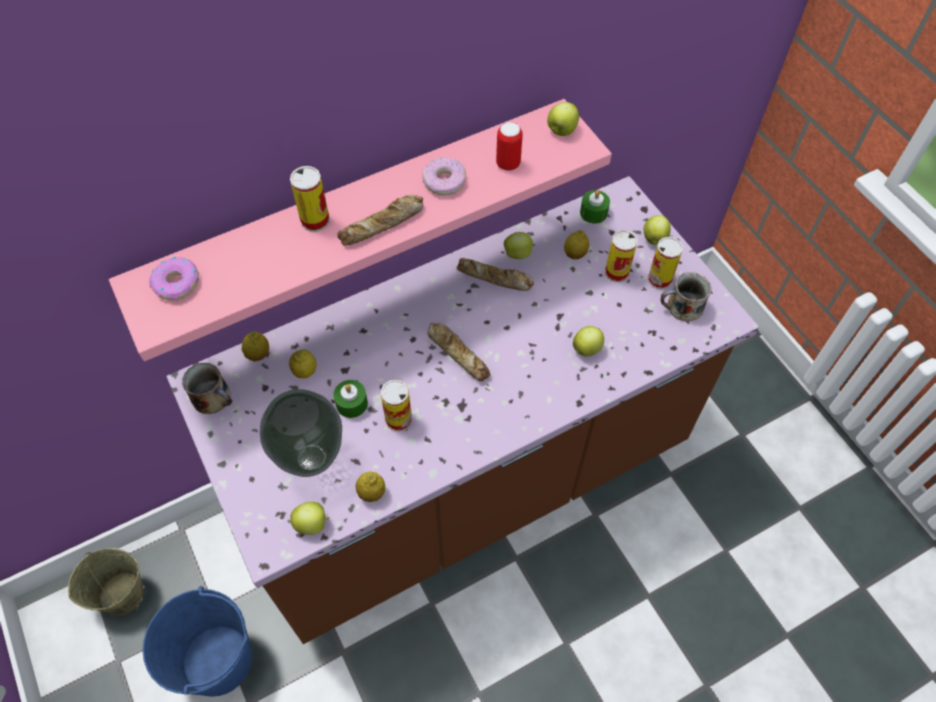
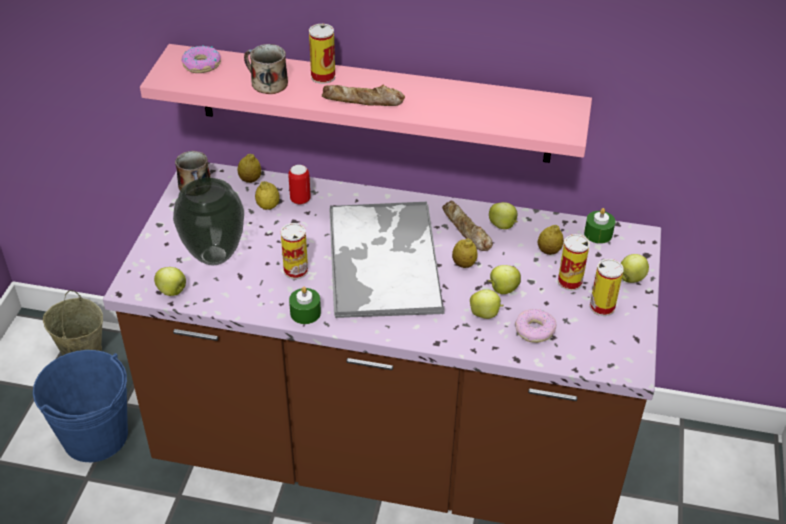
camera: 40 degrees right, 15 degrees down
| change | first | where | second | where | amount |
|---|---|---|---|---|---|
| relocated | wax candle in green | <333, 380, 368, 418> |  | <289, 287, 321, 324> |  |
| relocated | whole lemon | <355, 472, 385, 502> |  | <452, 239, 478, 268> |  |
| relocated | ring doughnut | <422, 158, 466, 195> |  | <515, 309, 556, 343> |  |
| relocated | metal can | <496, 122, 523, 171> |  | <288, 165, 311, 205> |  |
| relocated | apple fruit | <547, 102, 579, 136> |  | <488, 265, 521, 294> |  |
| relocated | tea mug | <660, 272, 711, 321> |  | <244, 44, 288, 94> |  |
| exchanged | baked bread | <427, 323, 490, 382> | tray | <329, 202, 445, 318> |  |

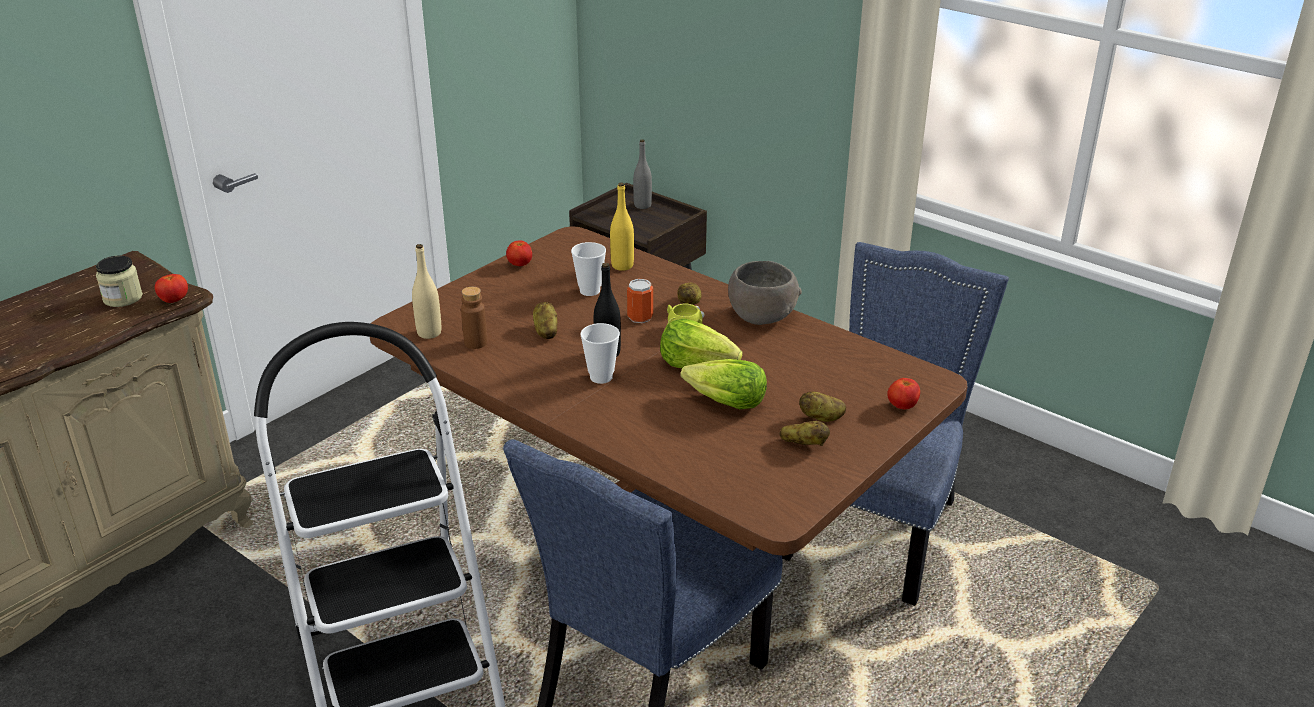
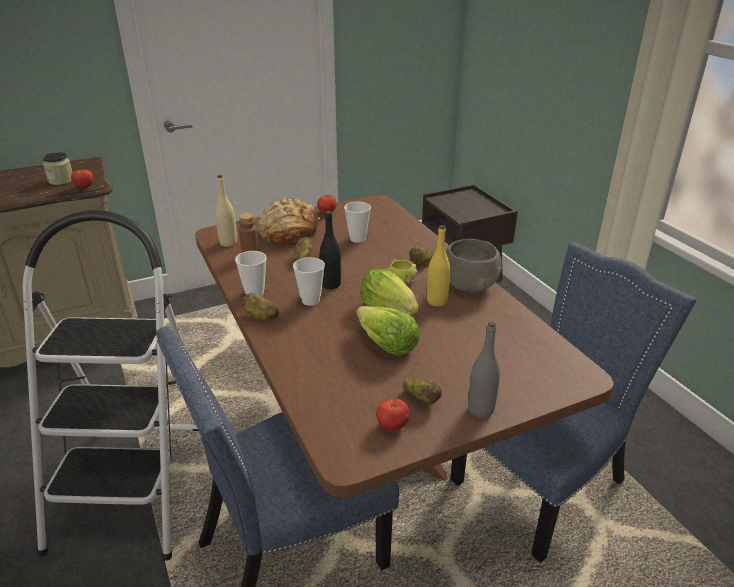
camera: 25 degrees right, 0 degrees up
| change | first | where | second | where | amount |
|---|---|---|---|---|---|
| missing | metal can | <627, 279, 653, 323> |  |  |  |
| appeared |  |  | drinking cup | <235, 251, 267, 296> |  |
| appeared |  |  | baked bread | <258, 198, 320, 245> |  |
| relocated | bottle in yellow-coloured | <610, 183, 634, 271> |  | <427, 225, 450, 306> |  |
| relocated | bottle in greyish | <633, 139, 652, 209> |  | <468, 321, 500, 418> |  |
| relocated | potato | <799, 392, 846, 422> |  | <241, 293, 279, 320> |  |
| relocated | whole tomato | <887, 378, 920, 409> |  | <376, 399, 410, 431> |  |

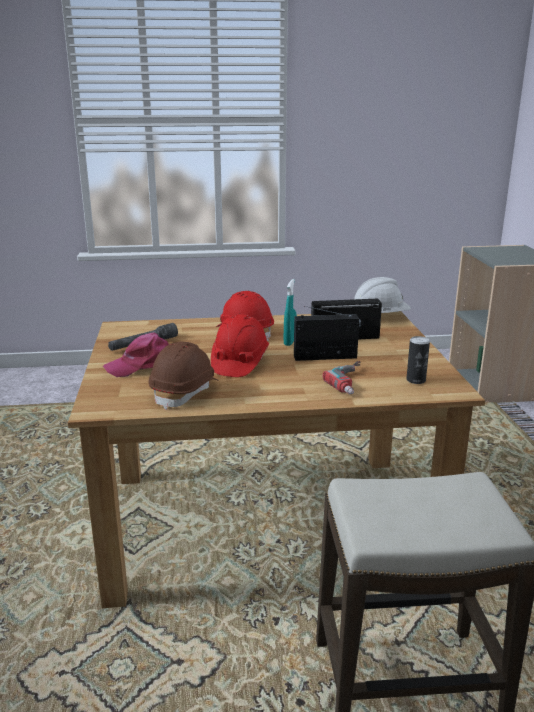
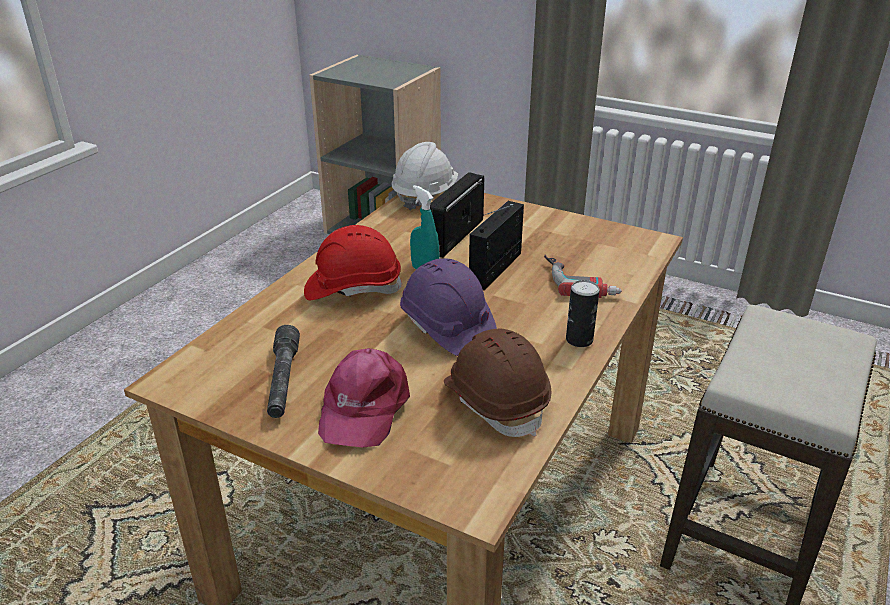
camera: 55 degrees left, 10 degrees up
| change | first | where | second | where | amount |
|---|---|---|---|---|---|
| relocated | metal can | <406, 336, 430, 384> |  | <566, 280, 600, 347> |  |
| colour | hard hat in reddish | <211, 314, 269, 377> | hard hat in purplish | <400, 258, 497, 356> |  |

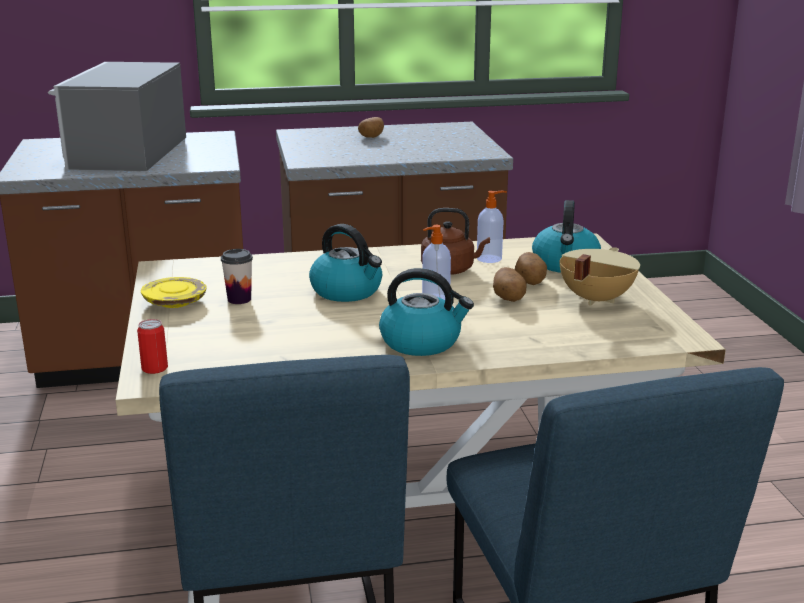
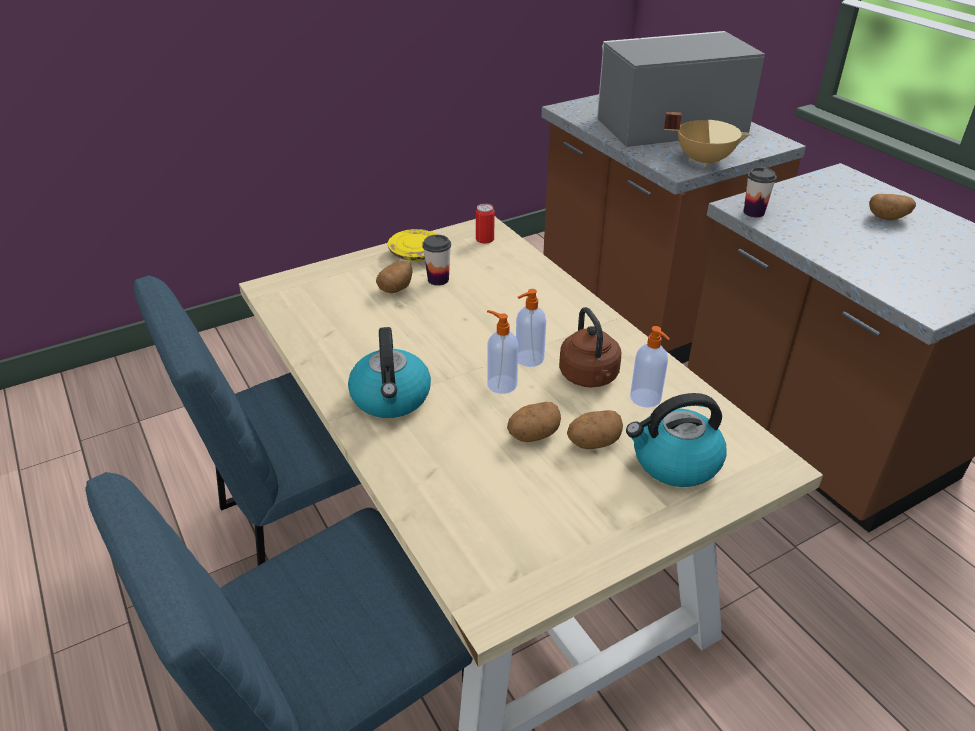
camera: 70 degrees right, 15 degrees up
| change | first | where | second | where | amount |
|---|---|---|---|---|---|
| missing | tea kettle | <309, 224, 382, 302> |  |  |  |
| appeared |  |  | potato | <376, 261, 412, 293> |  |
| appeared |  |  | soap dispenser | <516, 289, 546, 367> |  |
| appeared |  |  | drinking cup | <744, 167, 777, 217> |  |
| relocated | metal can | <137, 319, 168, 374> |  | <476, 204, 494, 244> |  |
| relocated | stockpot in sand-coloured | <559, 247, 640, 306> |  | <664, 112, 750, 167> |  |

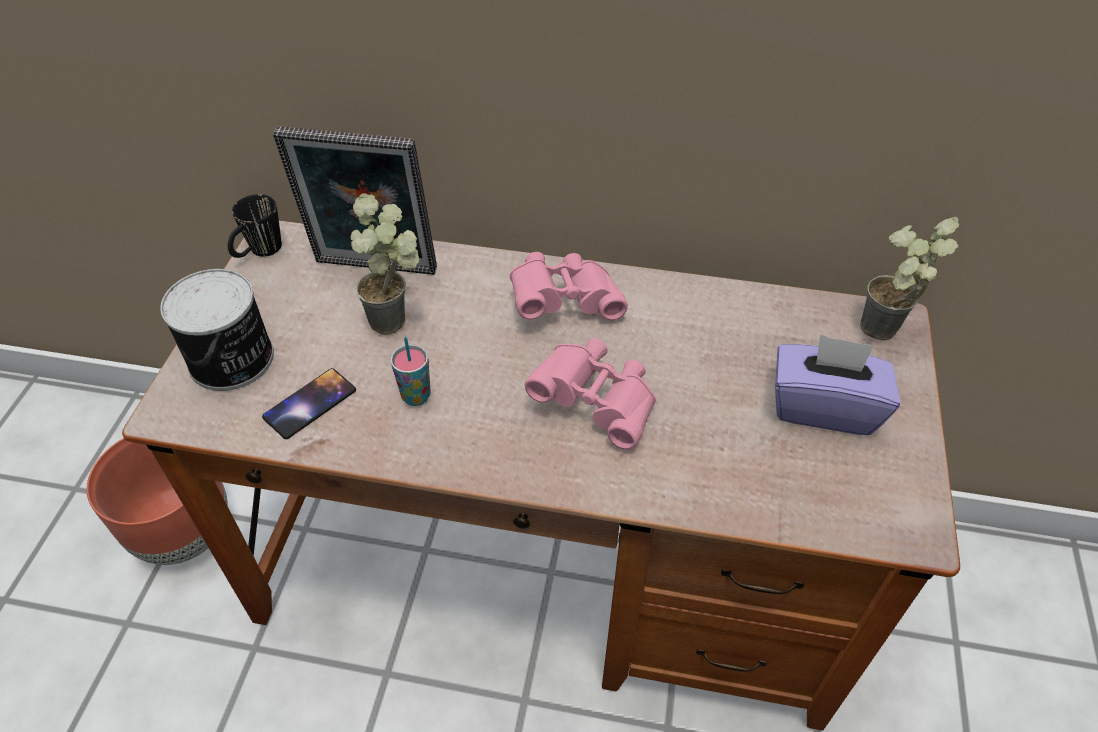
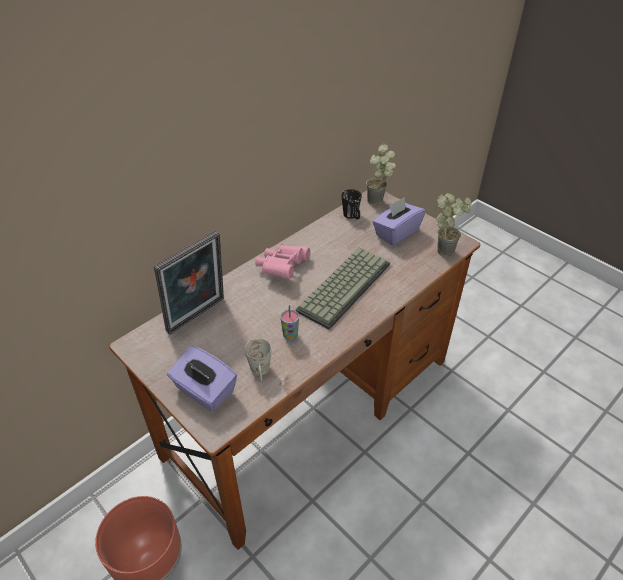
camera: 55 degrees left, 5 degrees down
| change | first | where | second | where | amount |
|---|---|---|---|---|---|
| relocated | tea mug in black-coloured | <228, 194, 282, 258> |  | <342, 189, 362, 219> |  |
| relocated | houseplant | <351, 193, 420, 335> |  | <436, 193, 472, 257> |  |
| exchanged | metal can | <160, 269, 274, 391> | box of tissues in purplish | <167, 346, 237, 412> |  |
| exchanged | handset | <262, 368, 356, 439> | tea mug in whitish | <245, 338, 272, 382> |  |
| exchanged | field glasses in pink | <525, 339, 656, 449> | computer keyboard | <296, 248, 390, 330> |  |

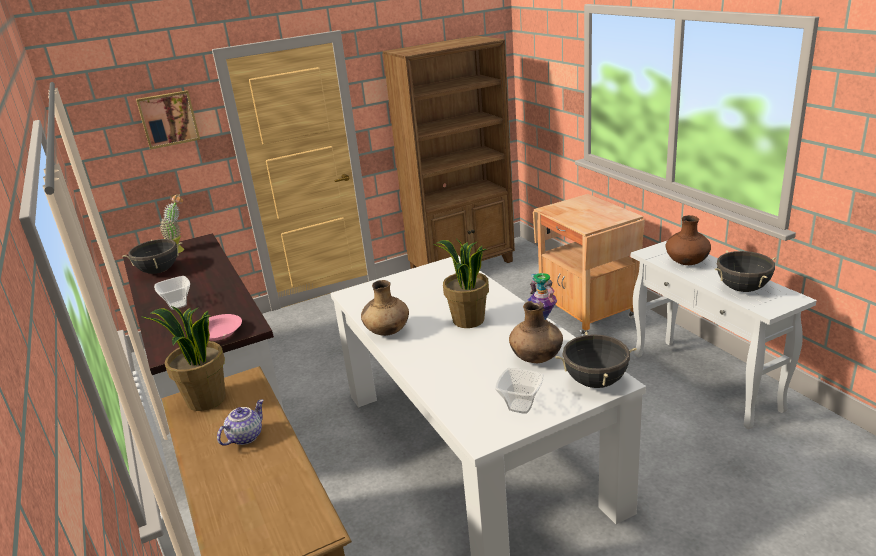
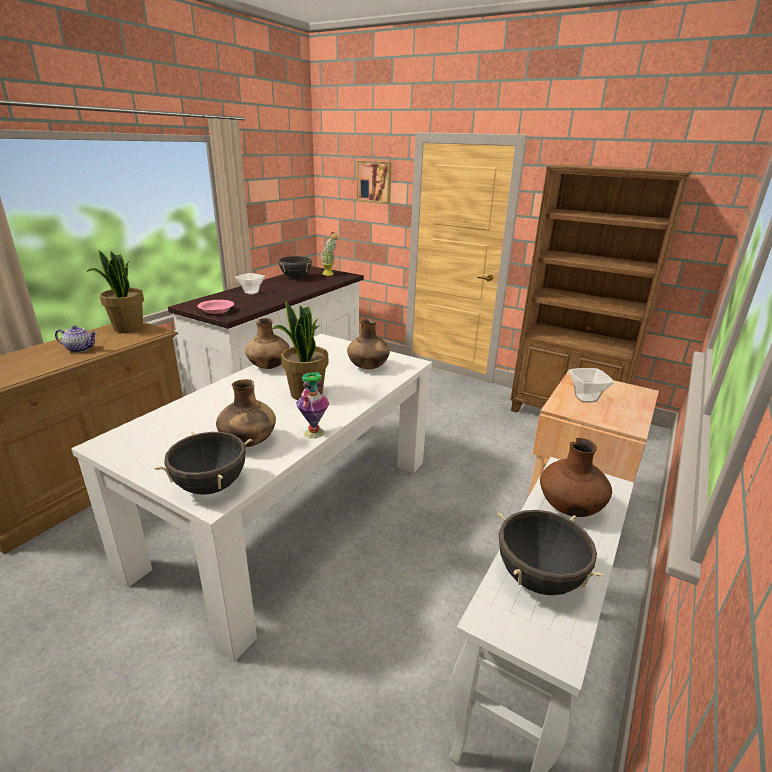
camera: 55 degrees right, 0 degrees up
| change | first | where | second | where | amount |
|---|---|---|---|---|---|
| appeared |  |  | vase in brown-coloured | <347, 319, 390, 370> |  |
| relocated | serving bowl | <495, 368, 543, 414> |  | <569, 368, 614, 403> |  |

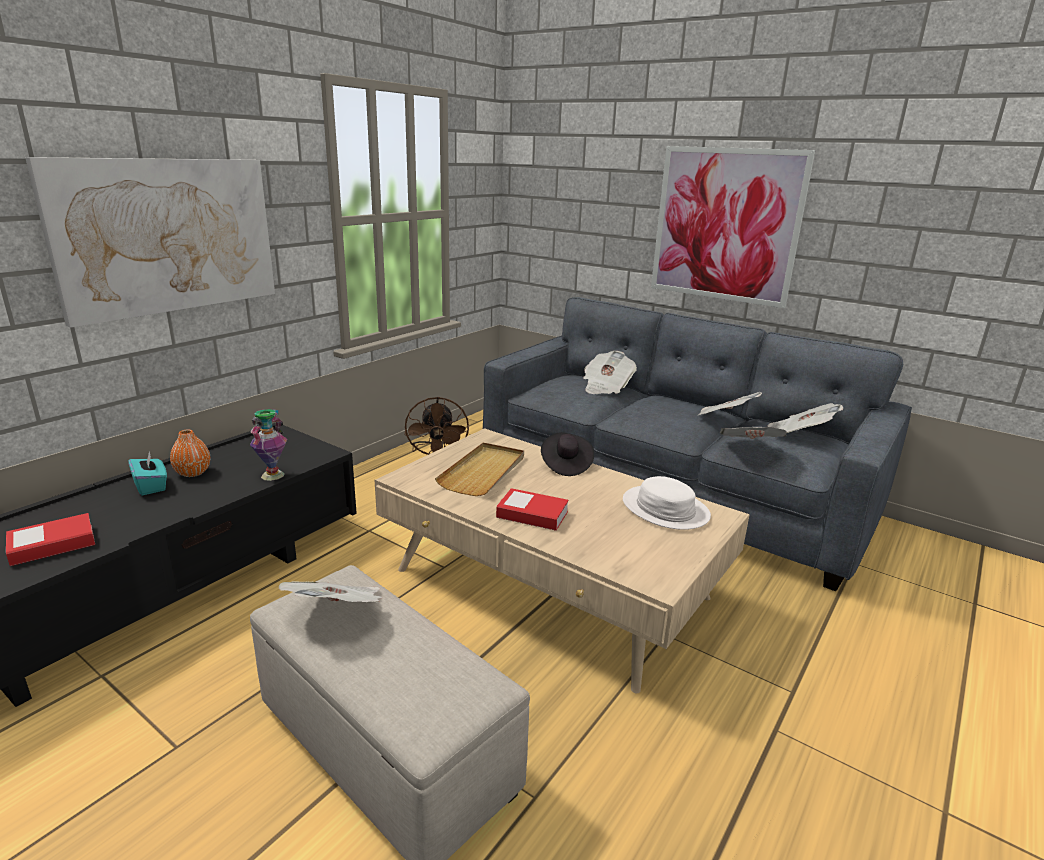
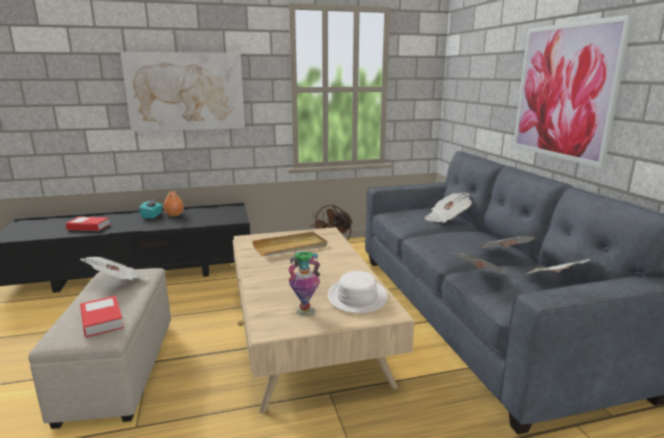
camera: 40 degrees right, 5 degrees down
| change | first | where | second | where | amount |
|---|---|---|---|---|---|
| missing | hat in black-coloured | <541, 432, 594, 476> |  |  |  |
| relocated | vase | <250, 409, 287, 481> |  | <288, 251, 320, 316> |  |
| relocated | book | <496, 488, 569, 531> |  | <80, 296, 124, 337> |  |

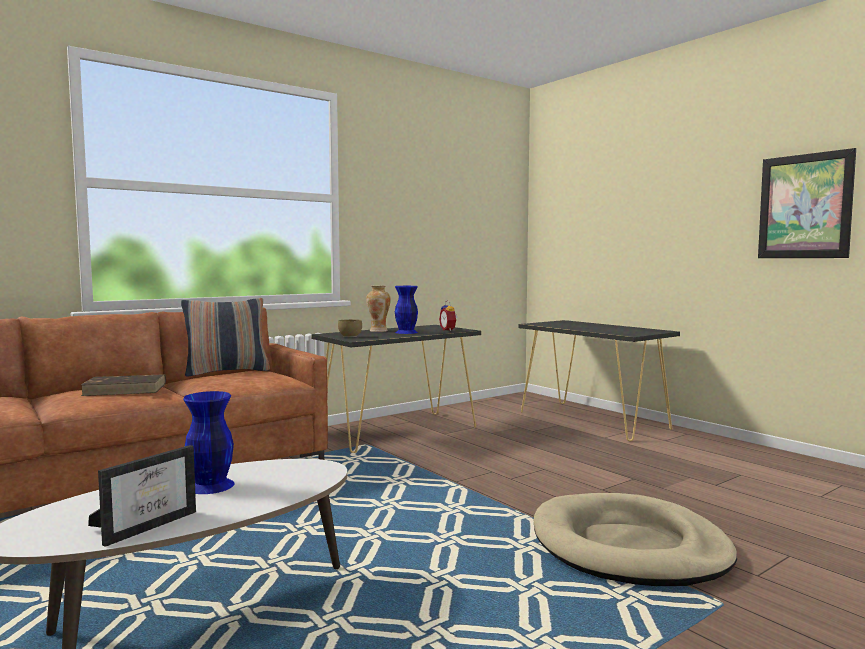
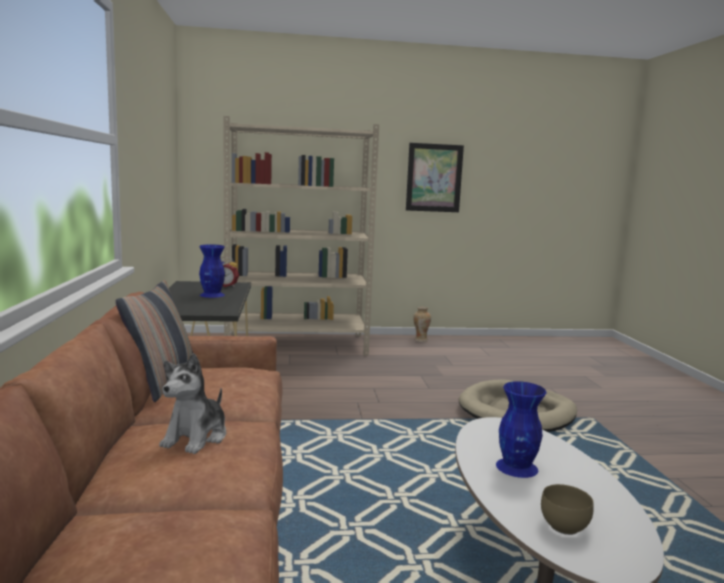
camera: 60 degrees left, 5 degrees up
| change | first | where | second | where | amount |
|---|---|---|---|---|---|
| missing | photo frame | <88, 445, 196, 547> |  |  |  |
| relocated | serving bowl in brown-coloured | <338, 319, 362, 337> |  | <541, 484, 594, 535> |  |
| relocated | vase | <366, 286, 391, 332> |  | <413, 307, 431, 342> |  |
| exchanged | book in brown-coloured | <81, 374, 166, 396> | cuddly toy | <159, 353, 226, 454> |  |
| exchanged | console table in black-coloured | <518, 320, 680, 441> | bookshelf in sand-coloured | <224, 116, 379, 355> |  |

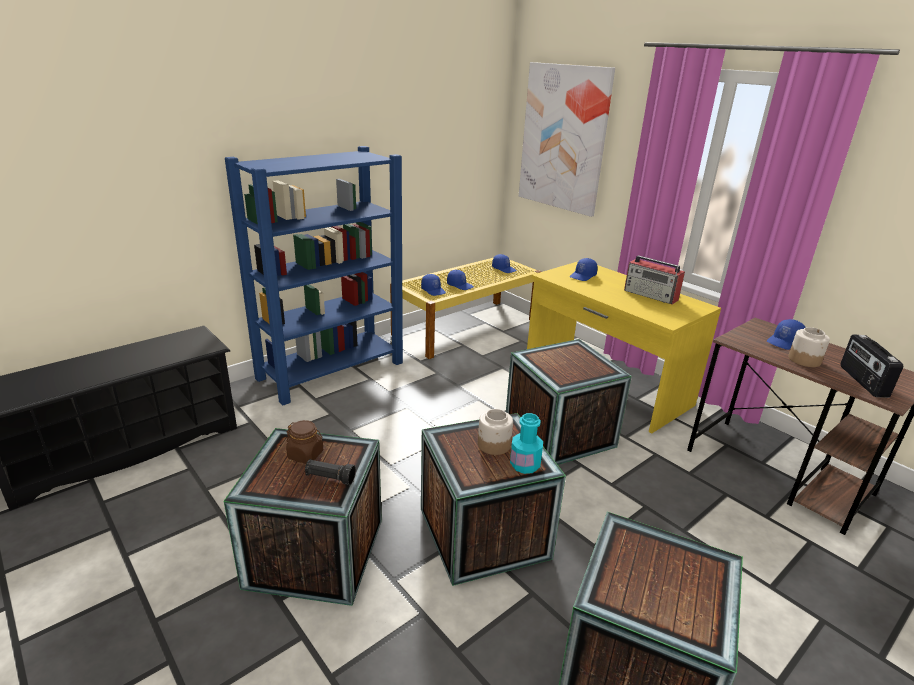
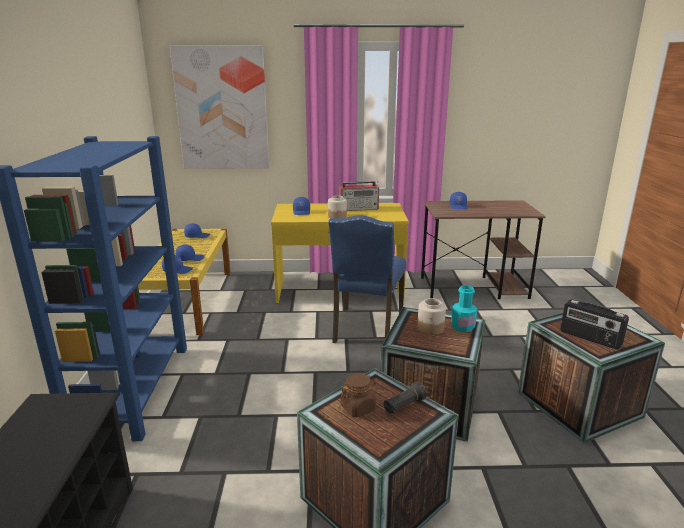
camera: 50 degrees left, 5 degrees down
| change | first | where | second | where | amount |
|---|---|---|---|---|---|
| relocated | jar | <788, 327, 830, 367> |  | <328, 195, 347, 218> |  |
| relocated | radio | <840, 334, 903, 398> |  | <560, 299, 629, 350> |  |
| exchanged | crate | <506, 339, 632, 465> | chair in bluish | <328, 215, 406, 343> |  |

